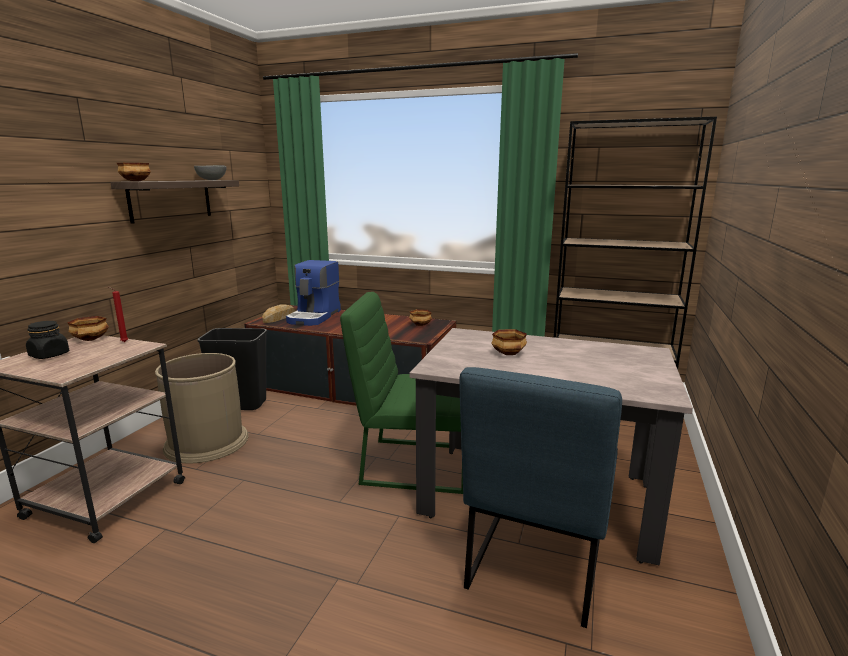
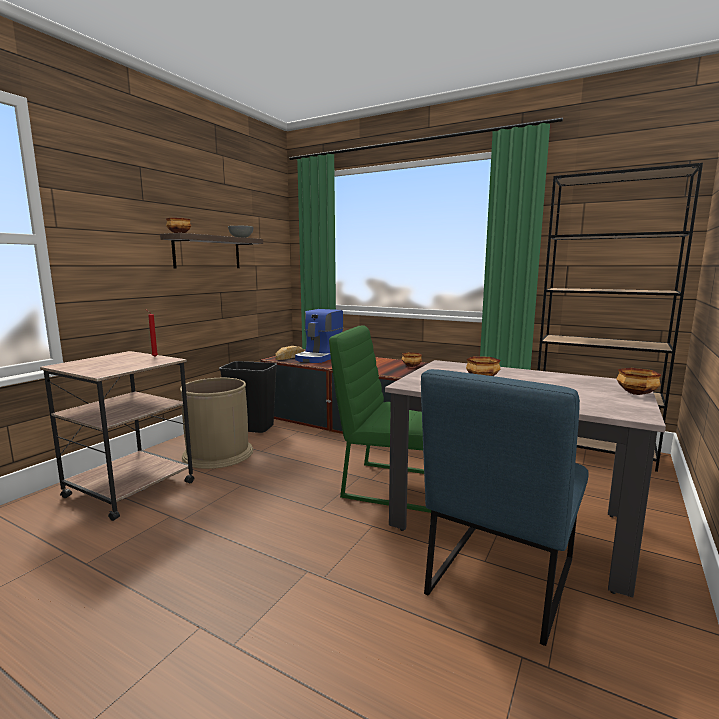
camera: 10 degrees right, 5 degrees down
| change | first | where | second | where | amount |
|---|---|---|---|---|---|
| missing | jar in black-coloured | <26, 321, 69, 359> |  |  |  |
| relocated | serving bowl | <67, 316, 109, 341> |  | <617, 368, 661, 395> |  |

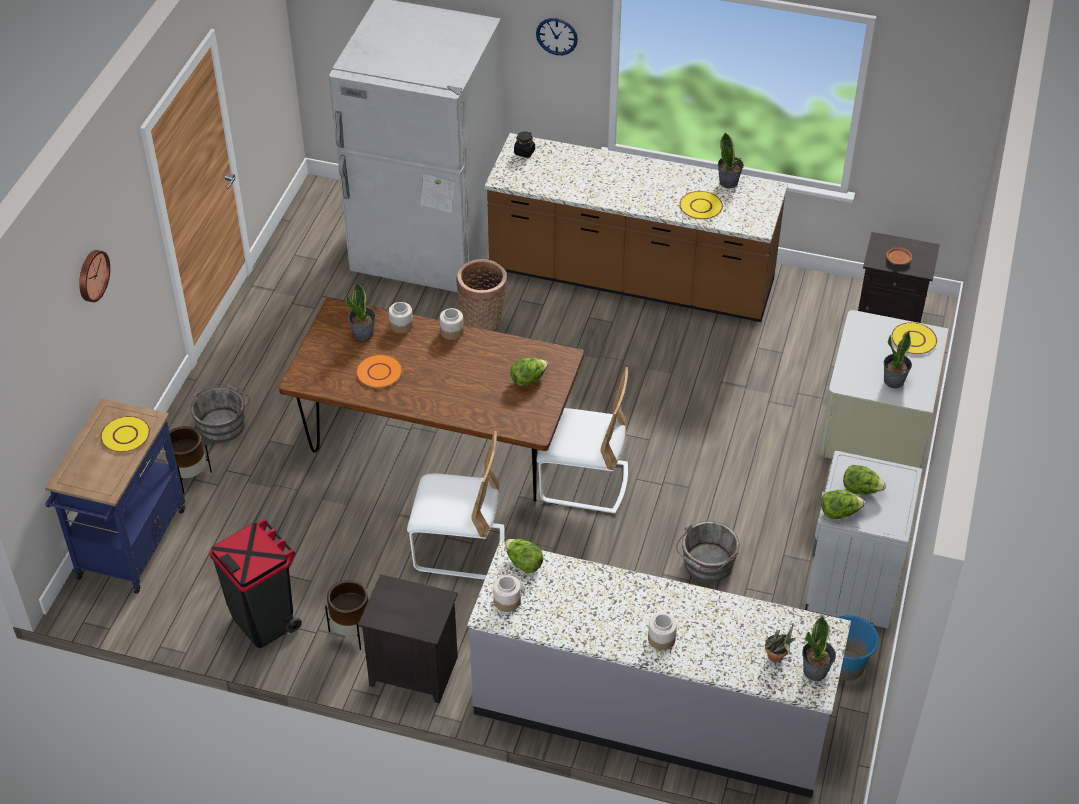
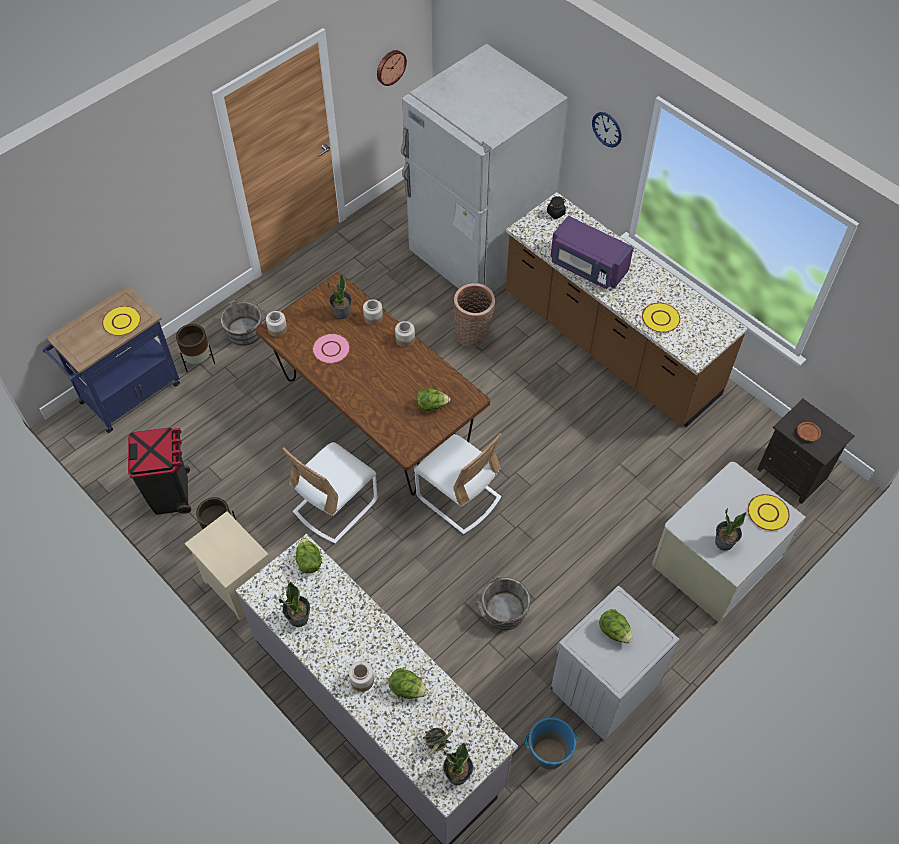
camera: 30 degrees right, 10 degrees up
| change | first | where | second | where | amount |
|---|---|---|---|---|---|
| appeared |  |  | microwave in purplish | <550, 216, 634, 289> |  |
| relocated | wall clock | <79, 250, 110, 302> |  | <377, 50, 407, 86> |  |
| relocated | jar | <493, 575, 521, 612> |  | <266, 311, 287, 337> |  |
| relocated | houseplant | <718, 132, 744, 188> |  | <279, 582, 310, 627> |  |
| relocated | lettuce | <821, 490, 865, 519> |  | <389, 668, 428, 699> |  |
| colour | flat dish in orangey | <356, 354, 403, 388> | flat dish in pink | <312, 333, 350, 364> |  |
| colour | nightstand in black-coloured | <358, 574, 458, 704> | nightstand in sand-coloured | <185, 511, 269, 621> |  |
| spun | chair in whitish | <407, 431, 505, 580> |  | <283, 442, 377, 544> | 90 degrees clockwise |

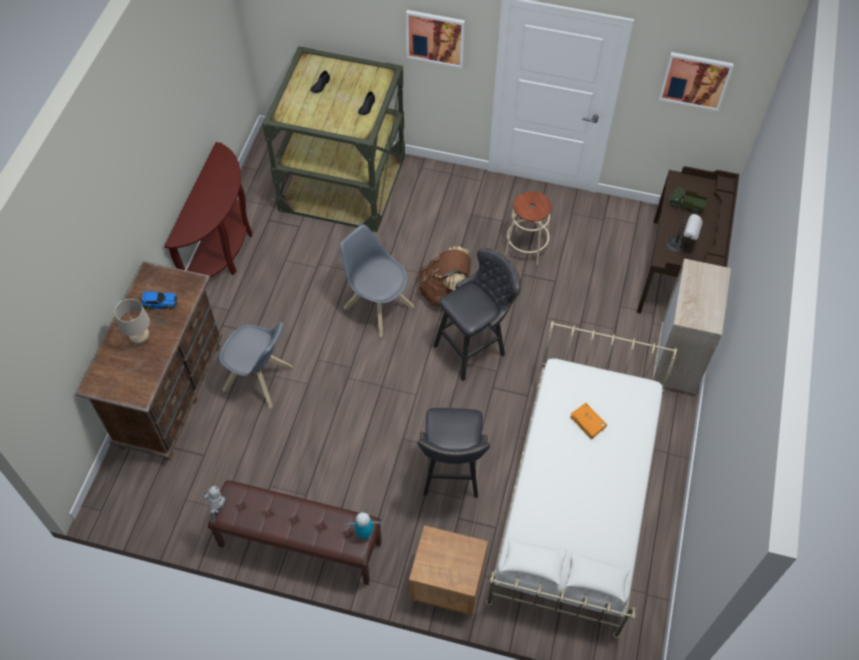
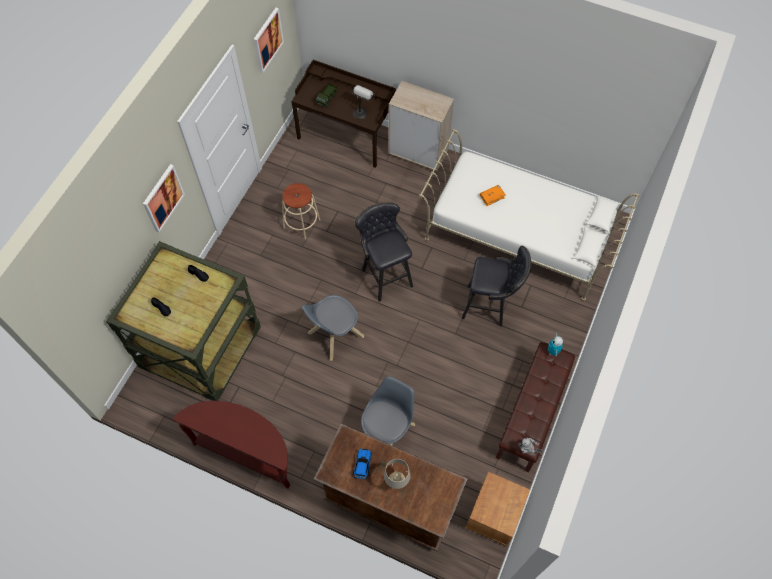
camera: 80 degrees left, 5 degrees up
| change | first | where | second | where | amount |
|---|---|---|---|---|---|
| missing | rucksack in brown-coloured | <418, 246, 471, 306> |  |  |  |
| relocated | nightstand in brown-coloured | <409, 525, 488, 616> |  | <466, 472, 530, 546> |  |

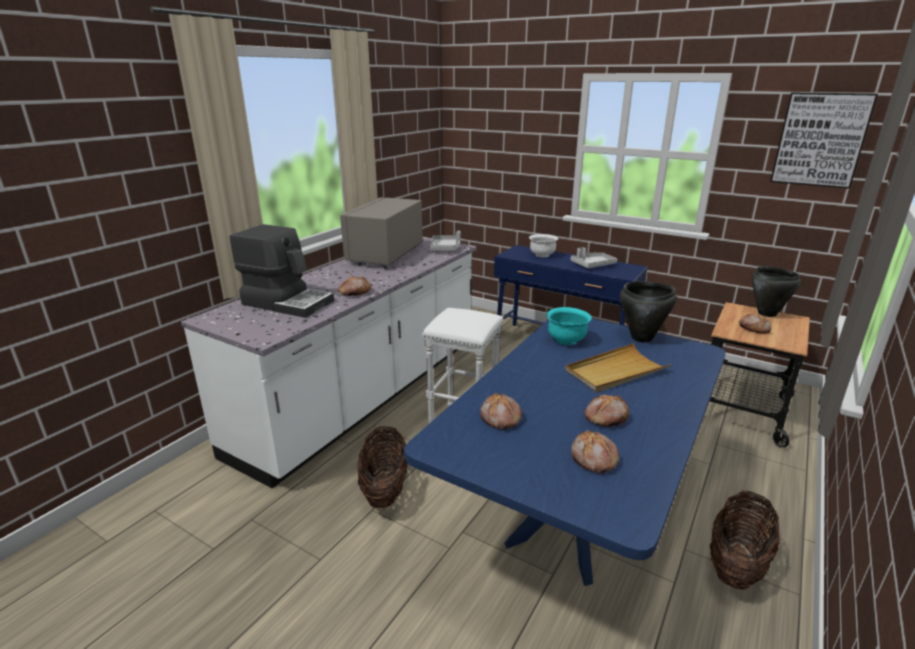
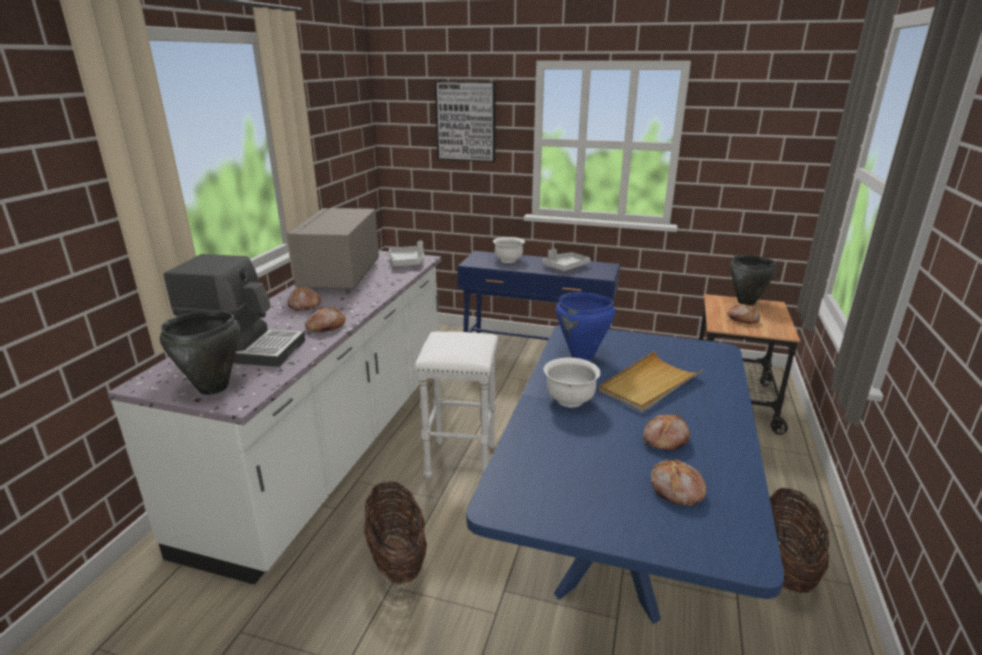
camera: 15 degrees left, 0 degrees up
| change | first | where | second | where | amount |
|---|---|---|---|---|---|
| appeared |  |  | serving bowl in whitish | <544, 357, 600, 407> |  |
| relocated | baked bread | <480, 392, 522, 430> |  | <288, 286, 321, 311> |  |
| relocated | stockpot in black-coloured | <620, 281, 677, 343> |  | <160, 311, 240, 395> |  |
| relocated | picture | <770, 93, 878, 189> |  | <435, 81, 496, 162> |  |
| exchanged | serving bowl in blue-green | <547, 307, 592, 345> | stockpot in bluish | <556, 292, 616, 361> |  |

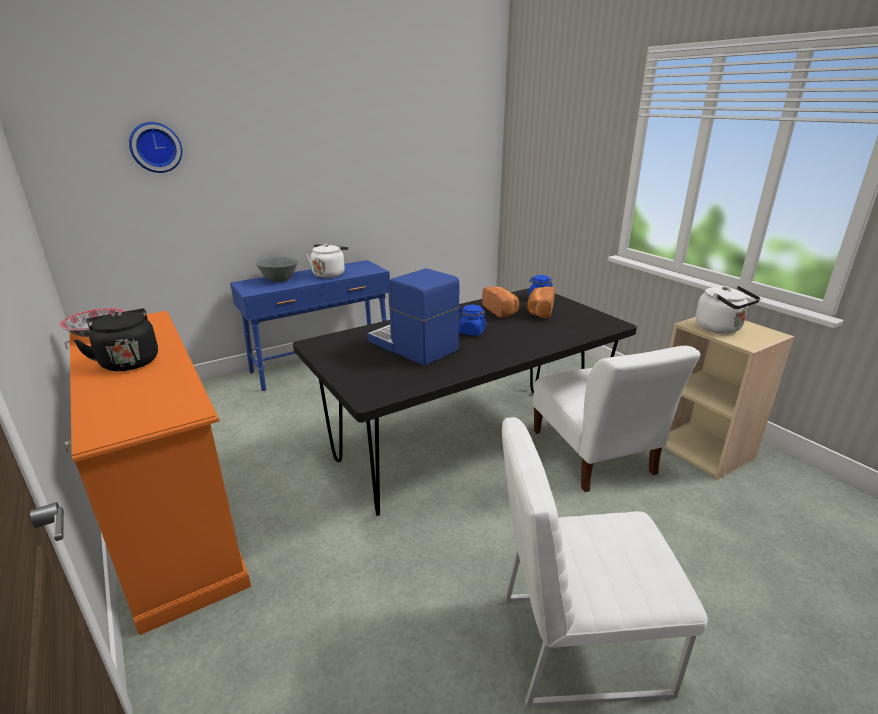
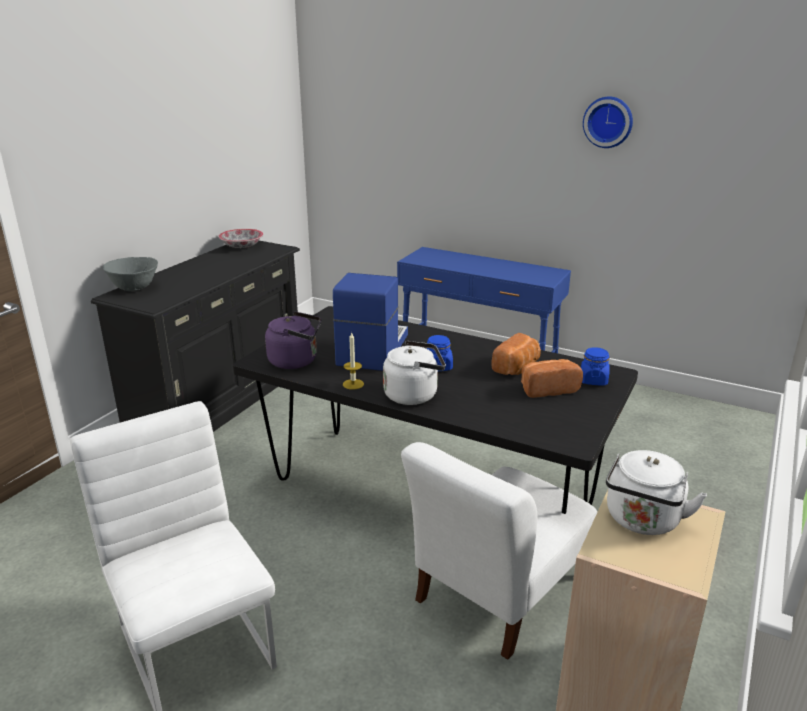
camera: 60 degrees right, 0 degrees up
| change | first | where | second | where | amount |
|---|---|---|---|---|---|
| missing | tea kettle in black-coloured | <73, 308, 158, 371> |  |  |  |
| appeared |  |  | tea kettle in purplish | <265, 311, 322, 369> |  |
| appeared |  |  | wax candle | <343, 332, 364, 390> |  |
| relocated | wall clock | <129, 122, 182, 173> |  | <583, 96, 633, 148> |  |
| relocated | serving bowl in greyish | <256, 257, 298, 282> |  | <103, 257, 158, 291> |  |
| relocated | tea kettle in whitish | <306, 244, 348, 278> |  | <383, 341, 446, 405> |  |
| colour | cabinet in orangey | <64, 311, 251, 635> | cabinet in black-coloured | <91, 241, 300, 432> |  |

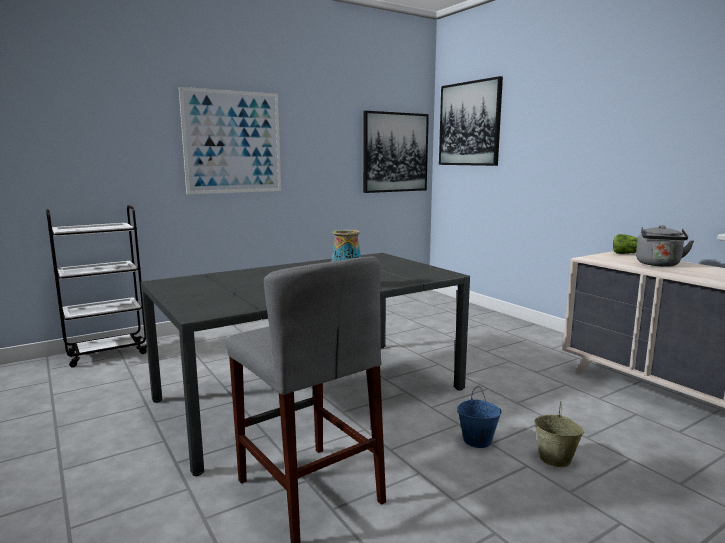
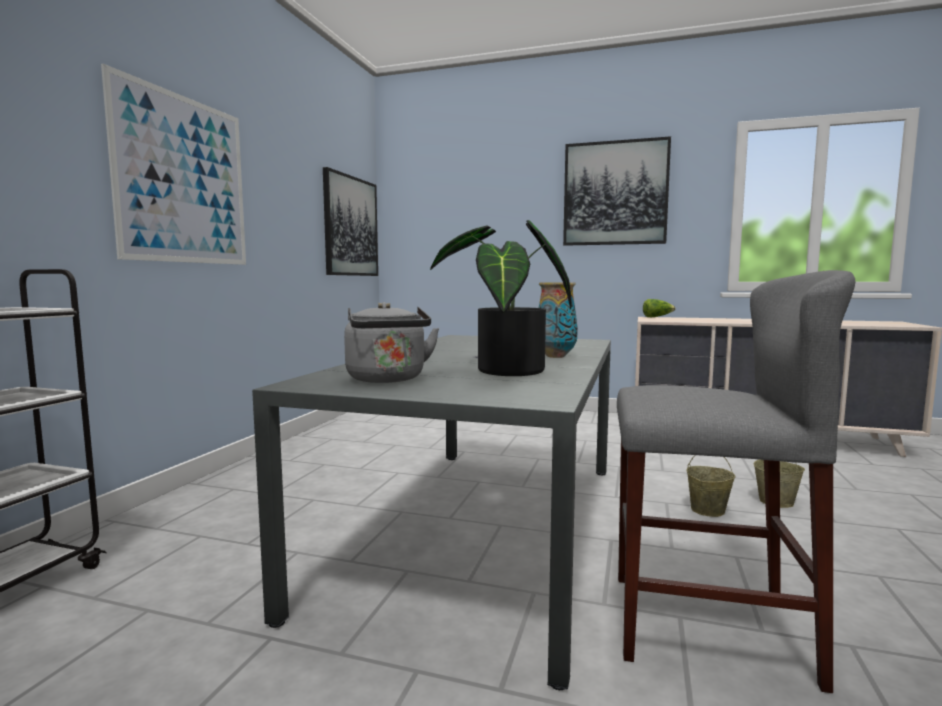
camera: 40 degrees left, 5 degrees down
| change | first | where | second | where | amount |
|---|---|---|---|---|---|
| appeared |  |  | houseplant | <430, 220, 572, 376> |  |
| relocated | picture | <439, 76, 503, 166> |  | <563, 136, 671, 246> |  |
| relocated | tea kettle in greyish | <636, 225, 694, 267> |  | <344, 302, 439, 383> |  |
| colour | pail in bluish | <457, 387, 502, 448> | pail in sand-coloured | <686, 455, 735, 517> |  |

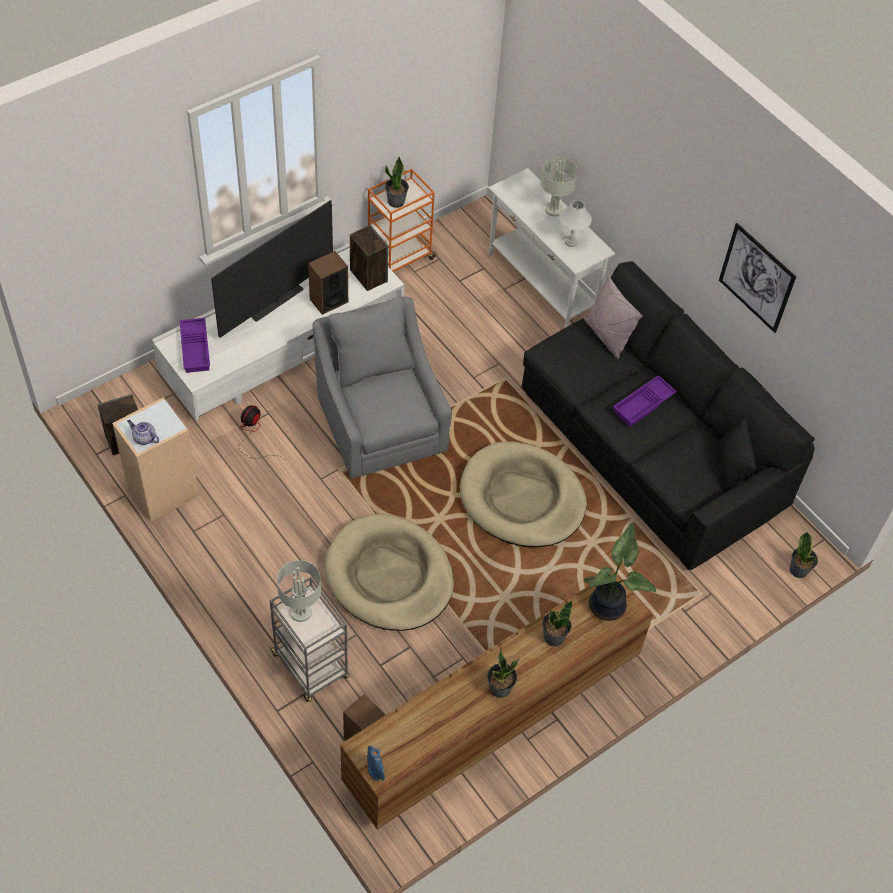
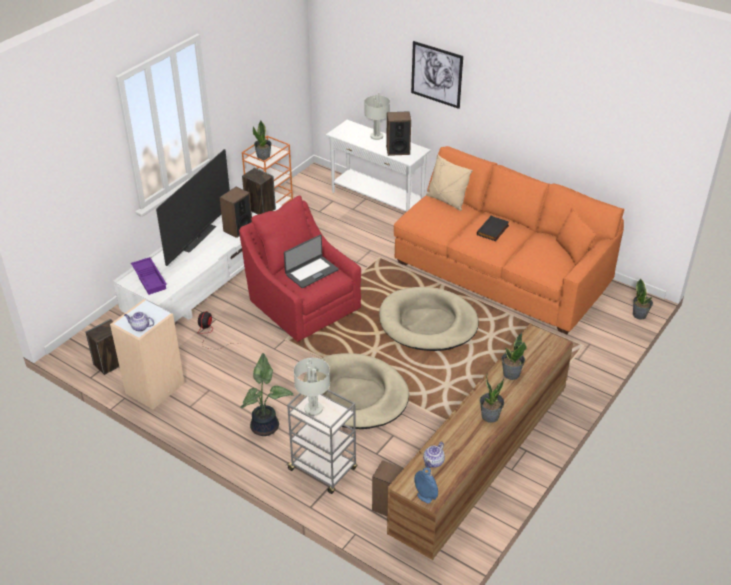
camera: 15 degrees left, 15 degrees down
| change | first | where | second | where | amount |
|---|---|---|---|---|---|
| appeared |  |  | portable computer | <284, 234, 339, 288> |  |
| appeared |  |  | teapot | <423, 442, 445, 468> |  |
| relocated | houseplant | <583, 522, 656, 621> |  | <240, 353, 293, 436> |  |
| relocated | picture | <719, 223, 796, 333> |  | <411, 41, 463, 109> |  |
| exchanged | lamp for a table in whitish | <559, 200, 592, 247> | speaker | <386, 111, 411, 156> |  |
| exchanged | tray in purplish | <613, 375, 677, 427> | book in black-coloured | <477, 216, 509, 241> |  |
| colour | armchair in greyish | <312, 296, 452, 478> | armchair in reddish | <239, 195, 361, 342> |  |
| colour | settee in black-coloured | <522, 261, 815, 570> | settee in orangey | <394, 146, 625, 334> |  |
| colour | throw pillow in purplish | <584, 276, 643, 359> | throw pillow in sand-coloured | <426, 154, 473, 211> |  |

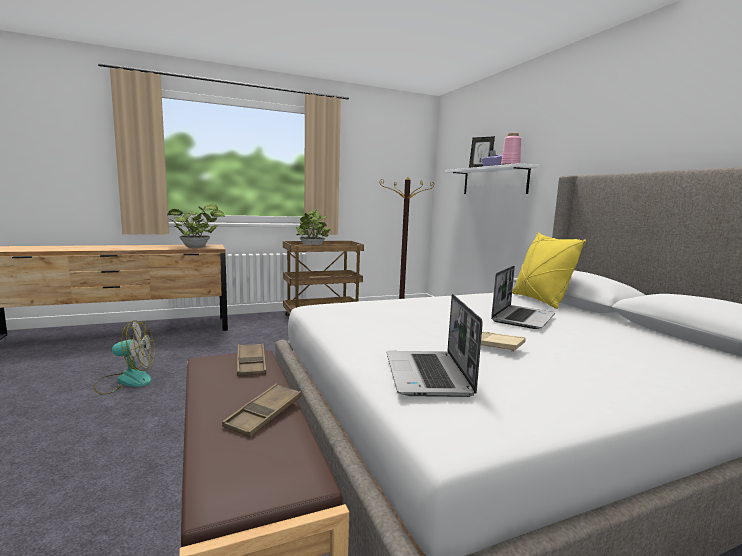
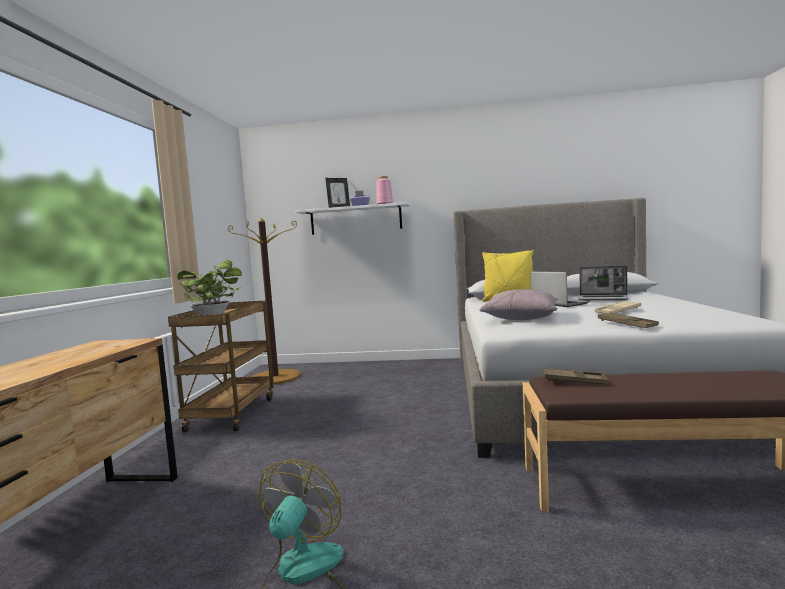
camera: 60 degrees left, 5 degrees down
| change | first | where | second | where | amount |
|---|---|---|---|---|---|
| missing | houseplant | <167, 203, 225, 248> |  |  |  |
| appeared |  |  | throw pillow in purplish | <479, 289, 558, 320> |  |
| relocated | tray in brown-coloured | <222, 384, 301, 437> |  | <598, 312, 659, 328> |  |
| relocated | portable computer | <386, 294, 483, 397> |  | <578, 265, 628, 301> |  |

